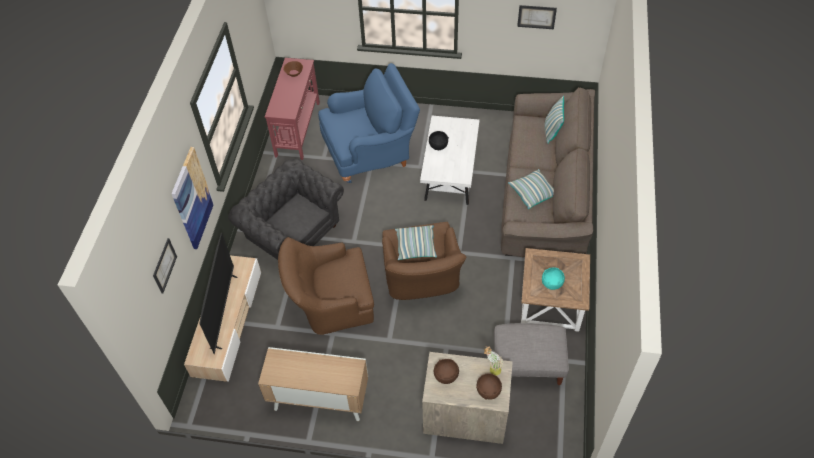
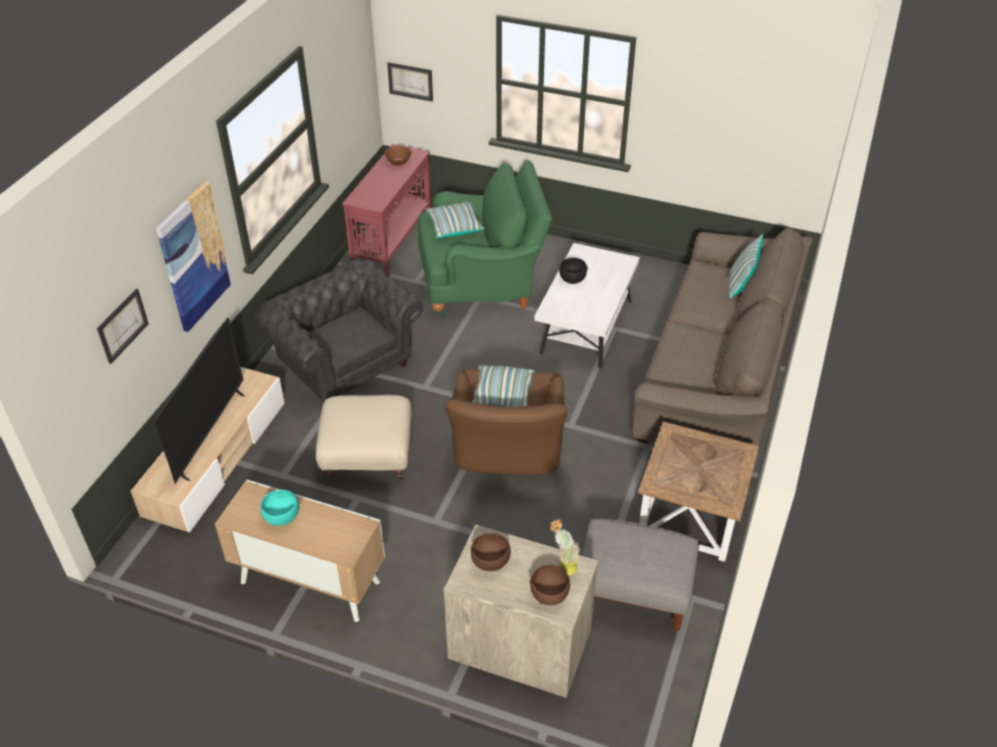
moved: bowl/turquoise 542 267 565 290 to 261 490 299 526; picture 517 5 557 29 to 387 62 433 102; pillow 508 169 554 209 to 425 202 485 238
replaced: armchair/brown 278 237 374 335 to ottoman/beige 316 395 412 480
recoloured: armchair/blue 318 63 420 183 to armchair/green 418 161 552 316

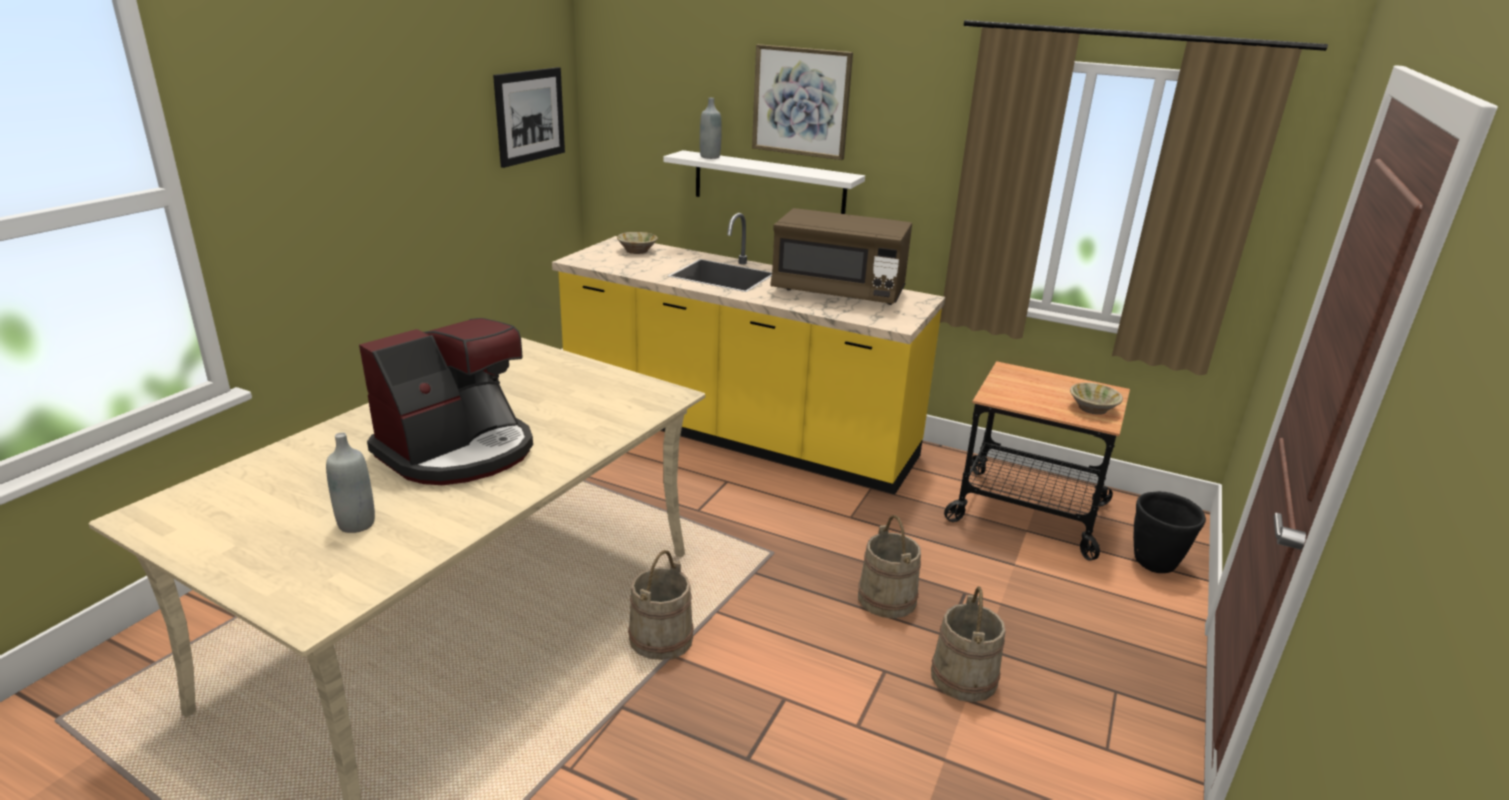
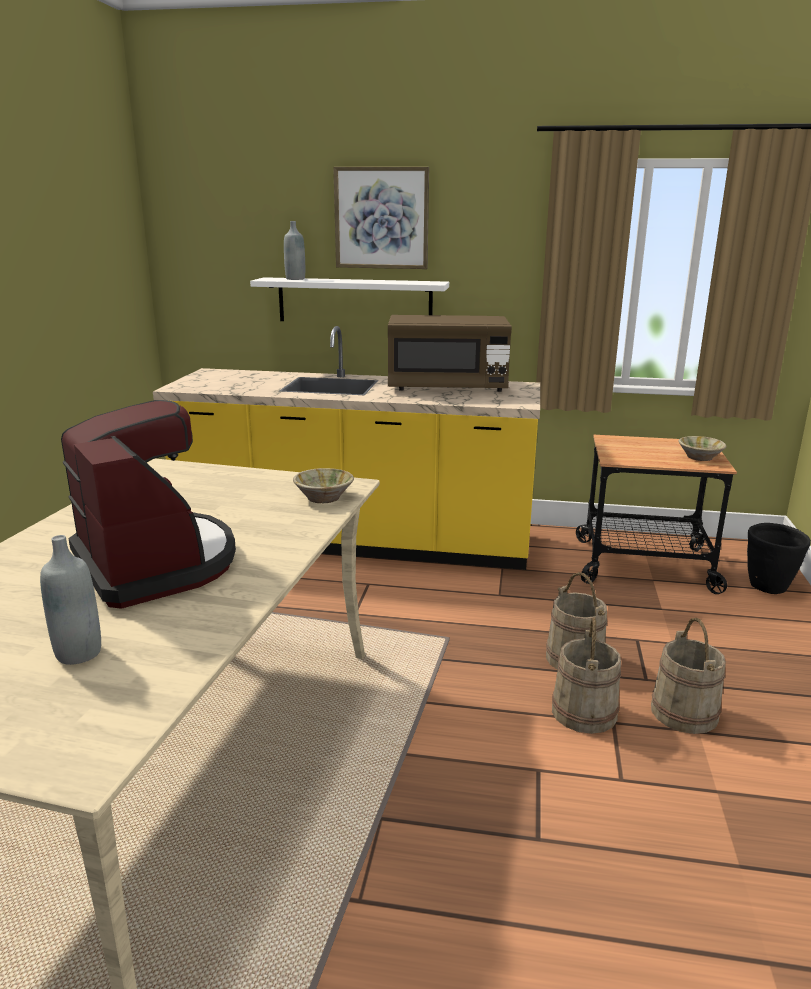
removed: picture 493 67 565 168
moved: bowl/beige 617 232 658 254 to 293 468 354 503; bucket/beige 628 550 694 660 to 552 617 621 734
turned: coffee machine 359 318 533 485 = 61 400 236 609 60 degrees counterclockwise

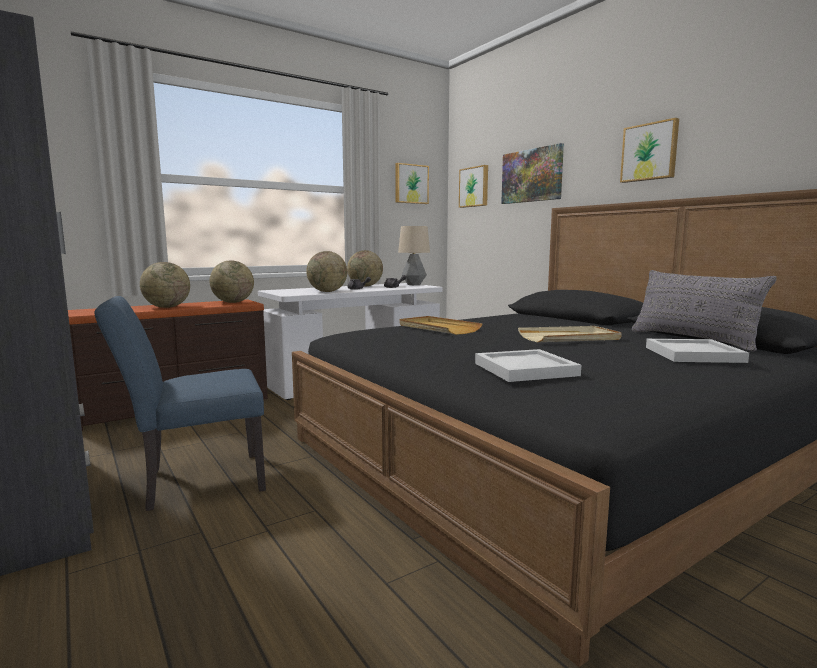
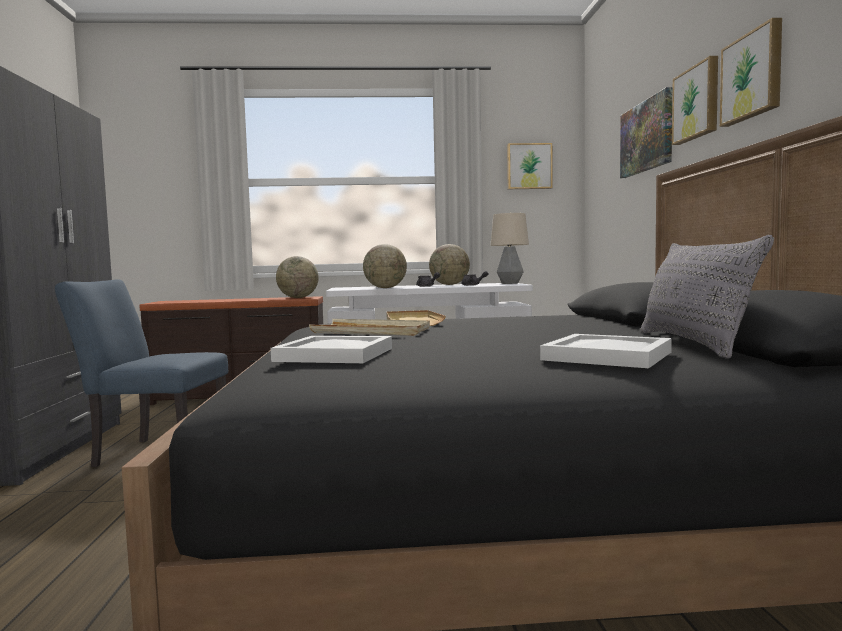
removed: globe 140 262 190 308
moved: tray/beige 518 326 622 342 to 309 319 430 336; picture 459 165 488 208 to 672 56 718 145

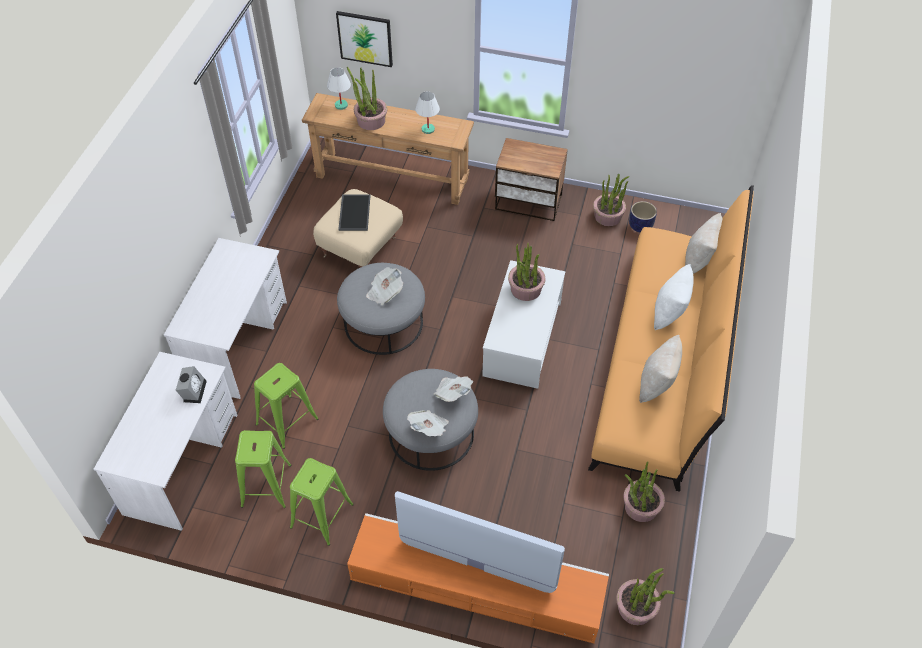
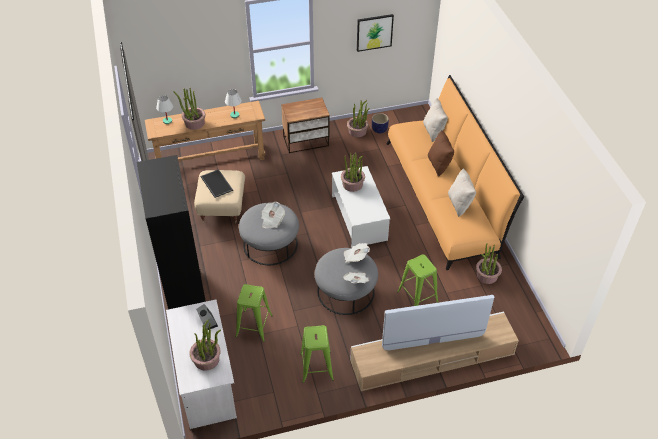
moved: potted plant 616 568 674 625 to 189 319 221 371; picture 336 11 393 67 to 357 14 394 52; stool/green 235 430 291 508 to 397 255 439 306
replaced: desk/white 164 238 287 399 to bookcase/black 137 155 206 309
recoloured: tv stand/orange 347 513 609 644 to tv stand/beige 350 311 519 391; pillow/white 654 264 694 330 to pillow/brown 428 130 454 177

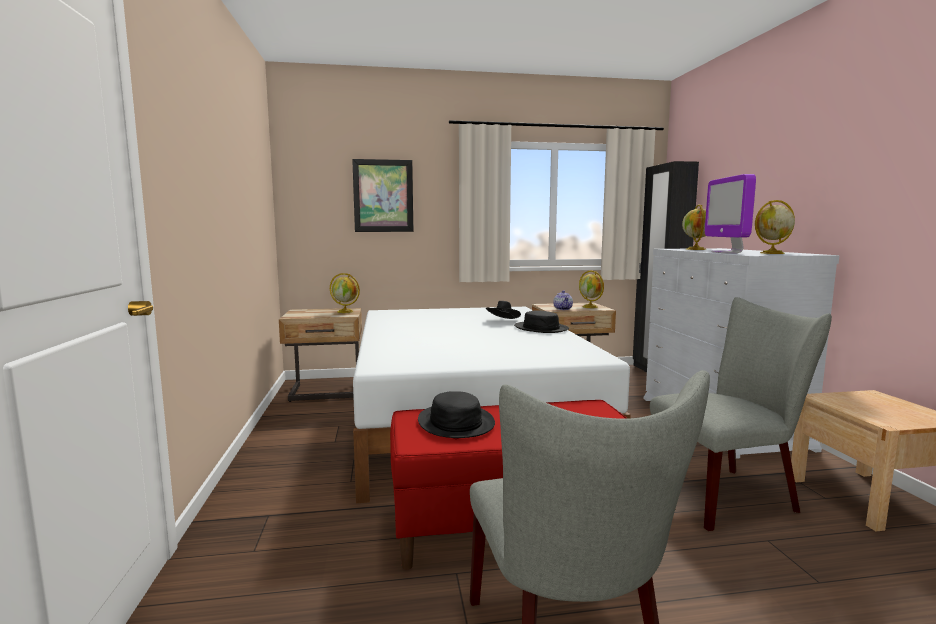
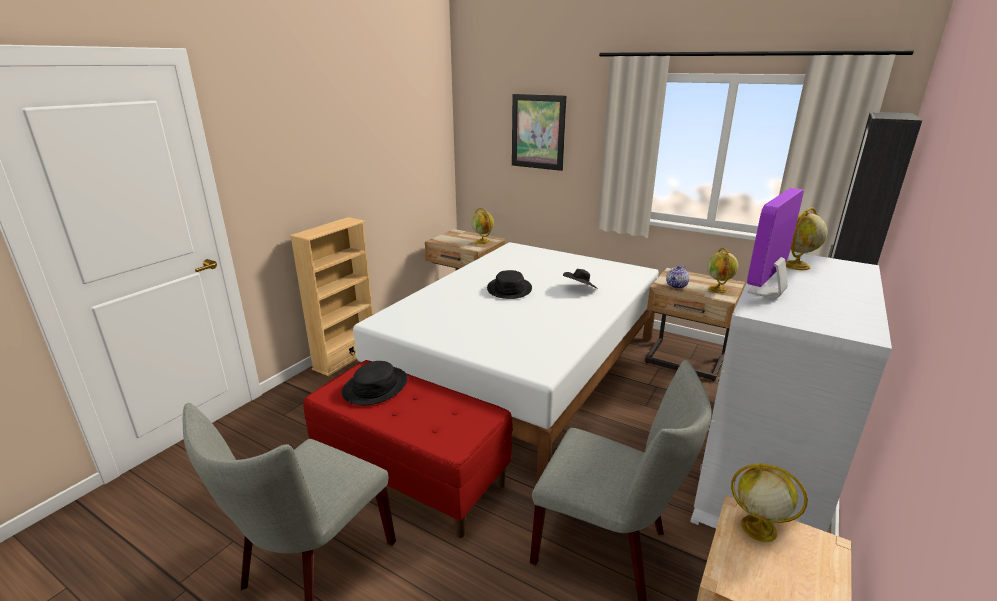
added: bookcase/beige 289 217 373 376
moved: hat/black 514 310 569 333 to 487 270 532 299; globe 755 200 795 254 to 731 463 808 542

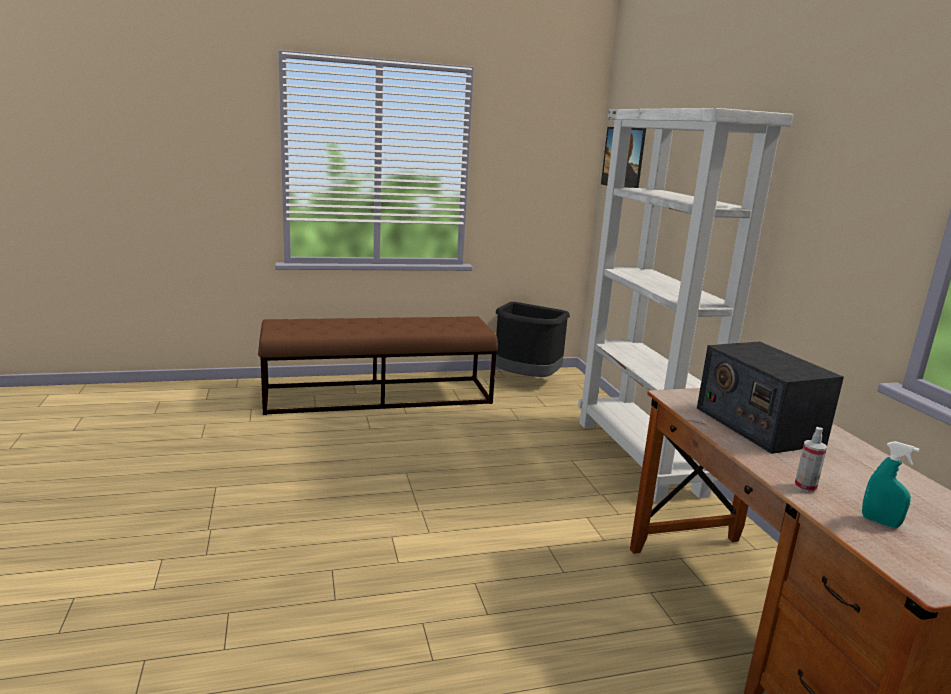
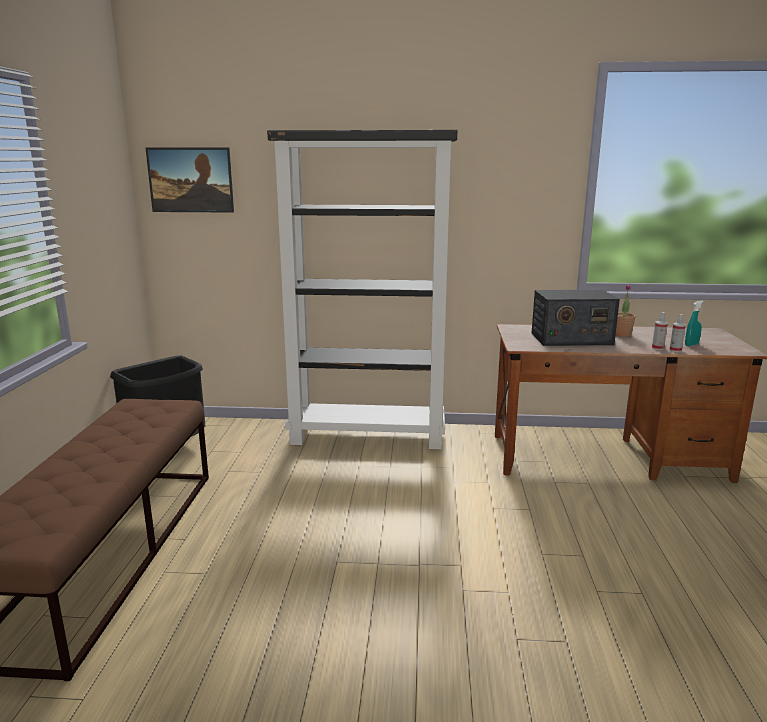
added: potted plant 615 284 636 337; spray bottle 669 314 686 352
recoloured: bookcase/white 578 108 793 503 to bookcase/black 267 130 457 449

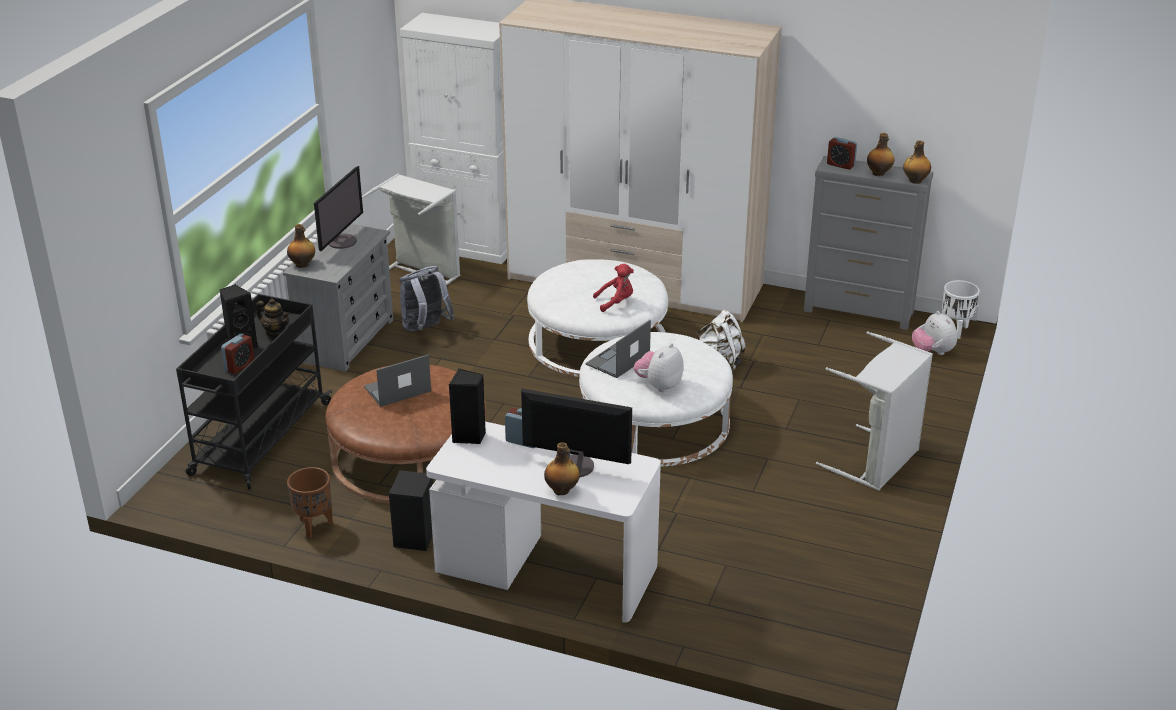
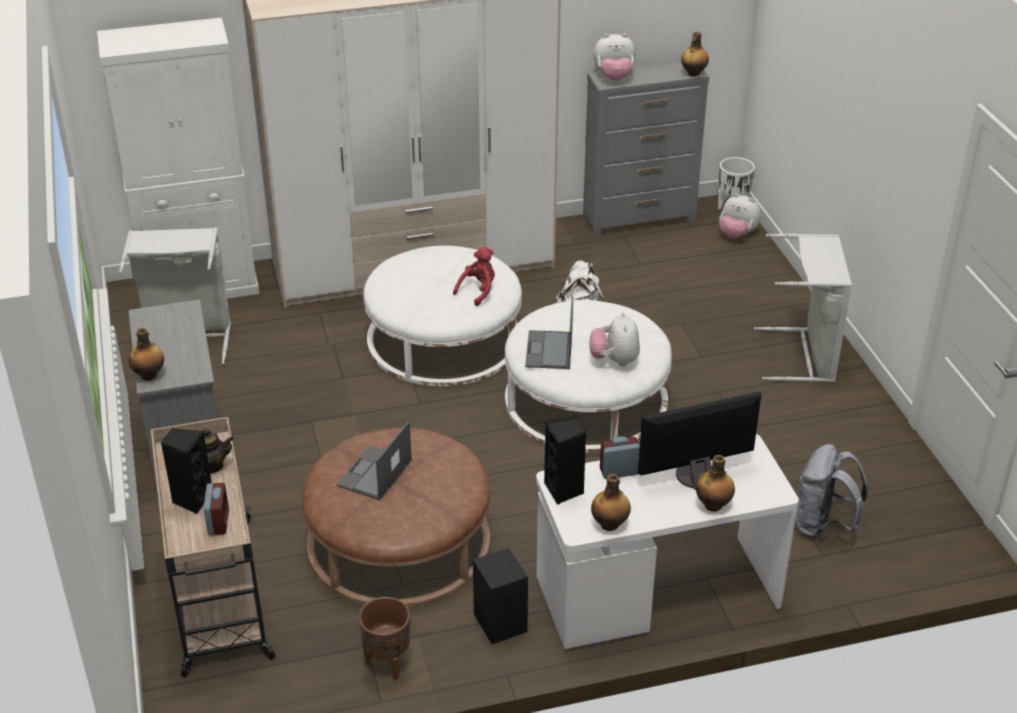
removed: monitor 314 166 363 251
moved: bottle 867 133 894 176 to 591 474 631 531; backpack/grey 399 266 455 332 to 796 444 868 538
replaced: alarm clock 827 137 857 170 to plush toy 594 33 635 81
recoloured: cart/black 176 294 333 490 to cart/beige 150 417 275 677

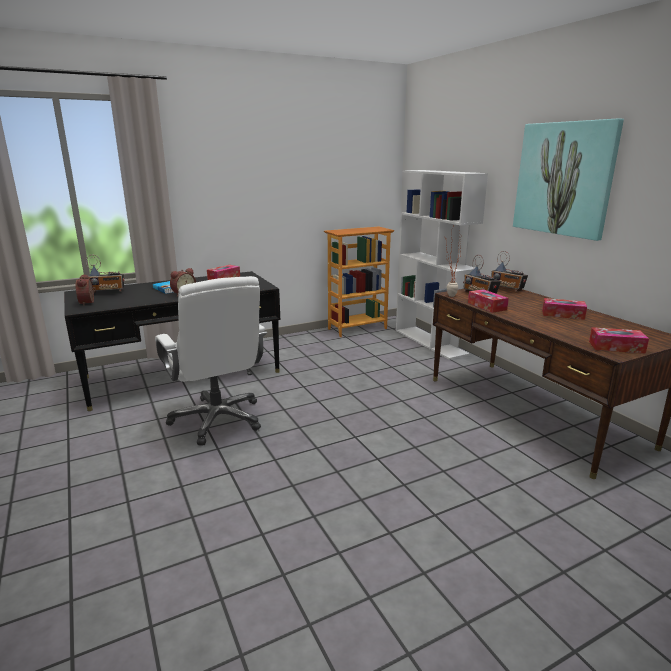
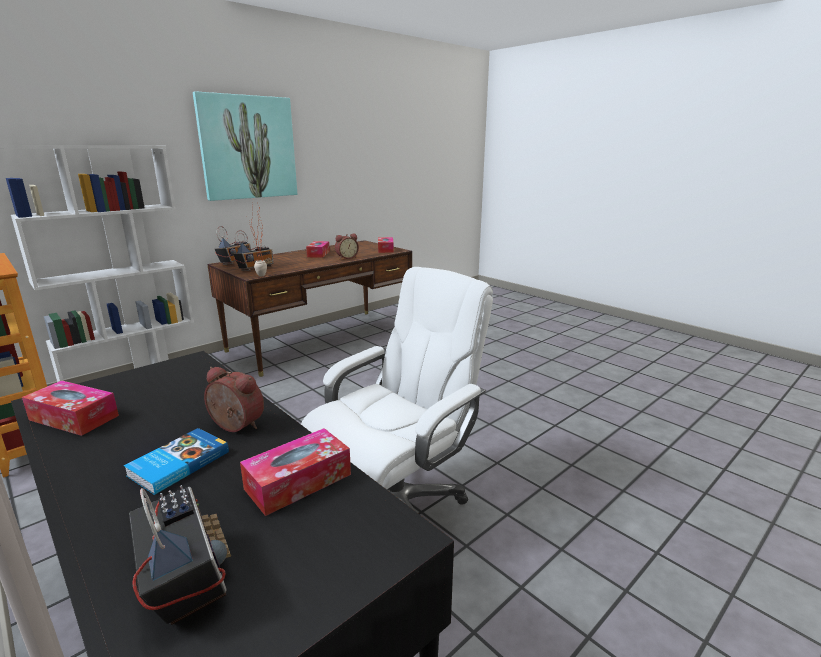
moved: tissue box 468 289 509 313 to 240 428 351 516; alarm clock 76 274 96 306 to 335 234 359 259

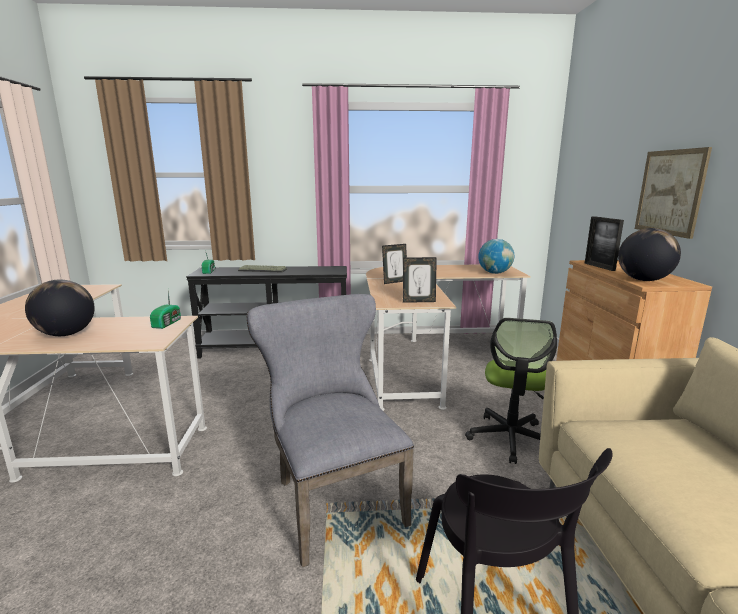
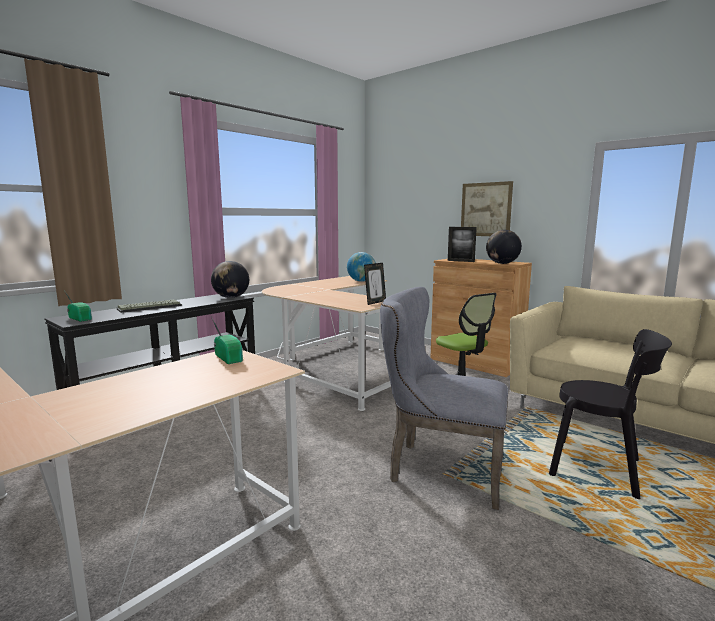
removed: picture frame 382 244 407 284
moved: globe 25 280 95 336 to 211 261 249 298

